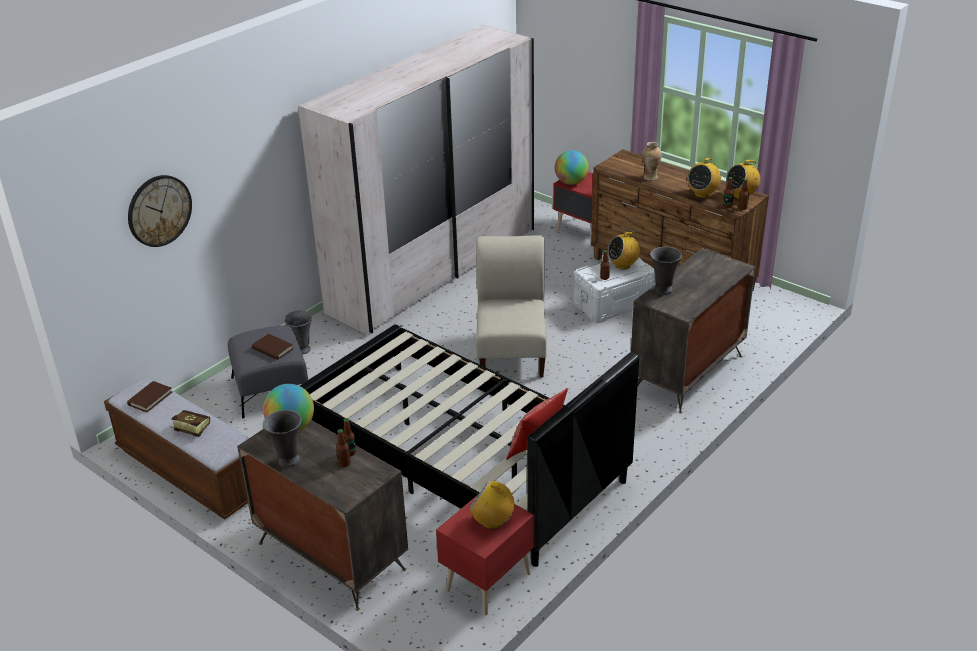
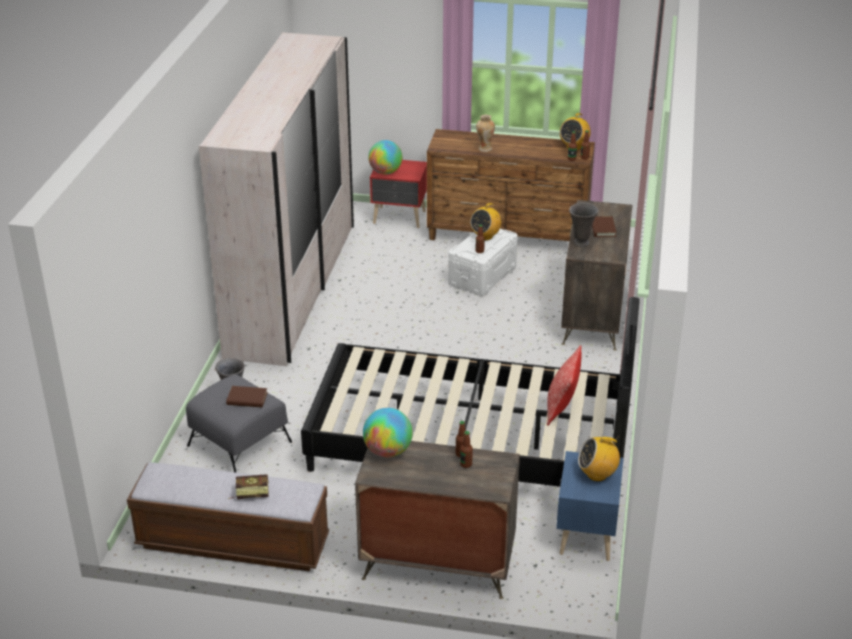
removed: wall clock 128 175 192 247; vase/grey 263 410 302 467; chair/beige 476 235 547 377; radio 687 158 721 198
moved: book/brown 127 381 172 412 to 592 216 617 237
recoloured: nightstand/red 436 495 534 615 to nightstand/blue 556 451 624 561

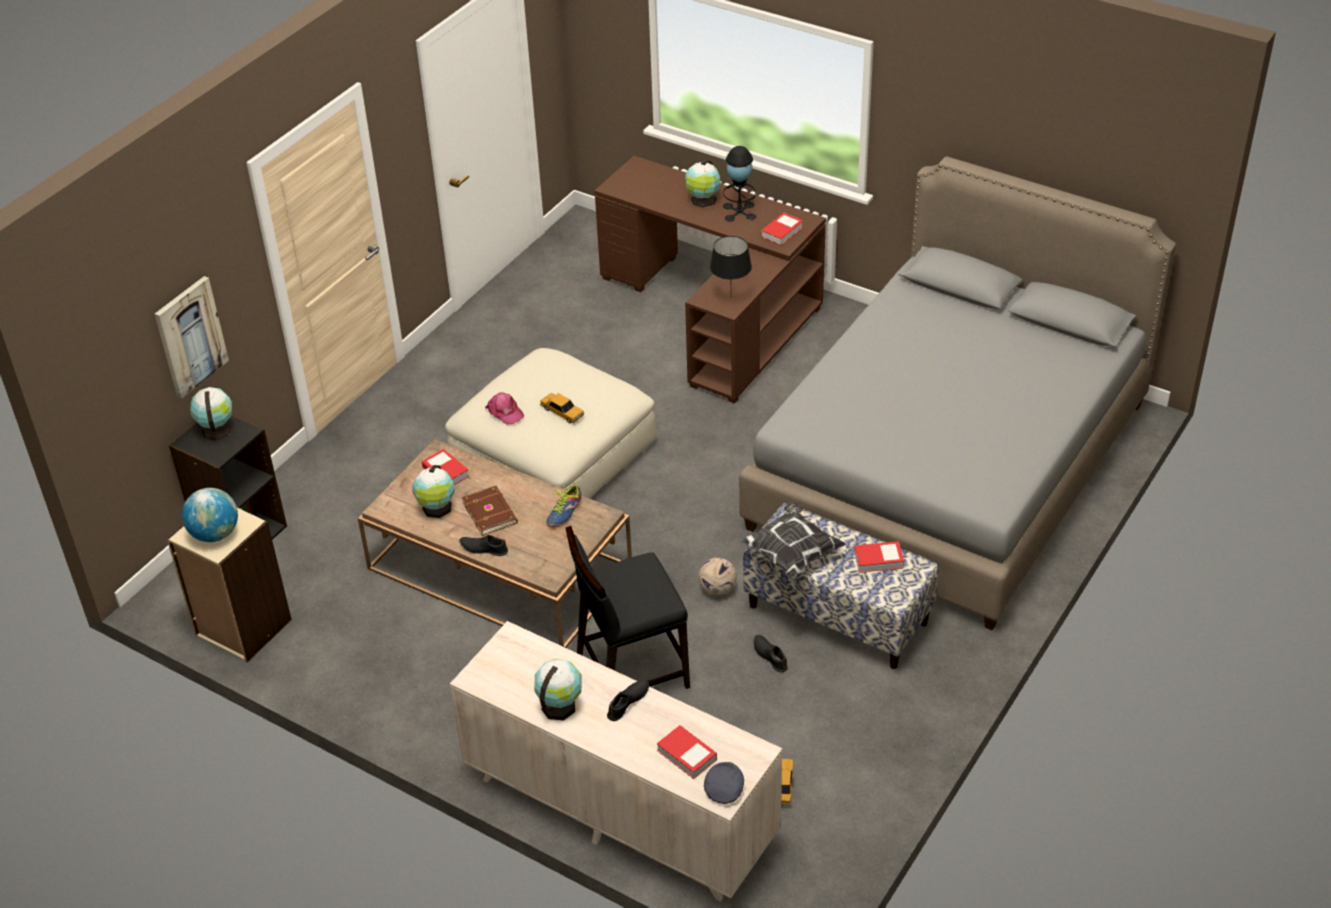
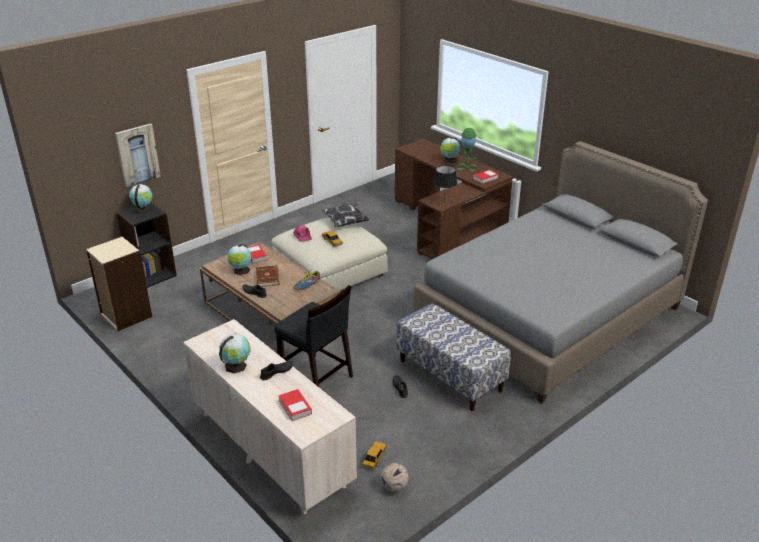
removed: globe 182 488 238 542; cap/grey 704 762 744 804; book 854 541 904 573
moved: pillow 739 502 846 581 to 322 202 370 227; football 699 558 737 595 to 380 463 409 492
recoloured: table lamp/black 723 146 756 222 to table lamp/green 457 128 477 172
turned: chair/black 566 526 690 689 = 275 285 353 387 135 degrees counterclockwise

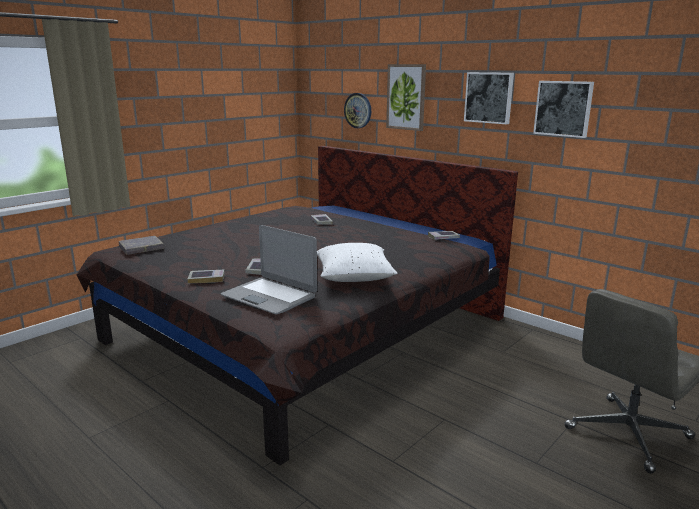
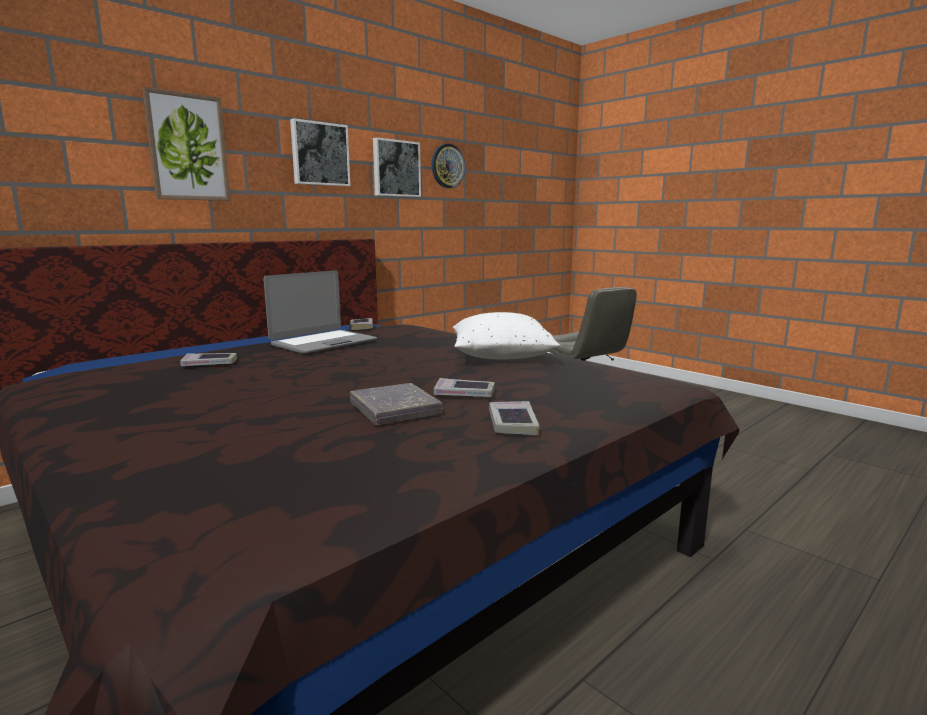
moved: laptop 221 225 317 314 to 264 270 377 353; book/grey 119 236 164 255 to 350 383 443 425; wall clock 344 93 371 128 to 432 144 465 188

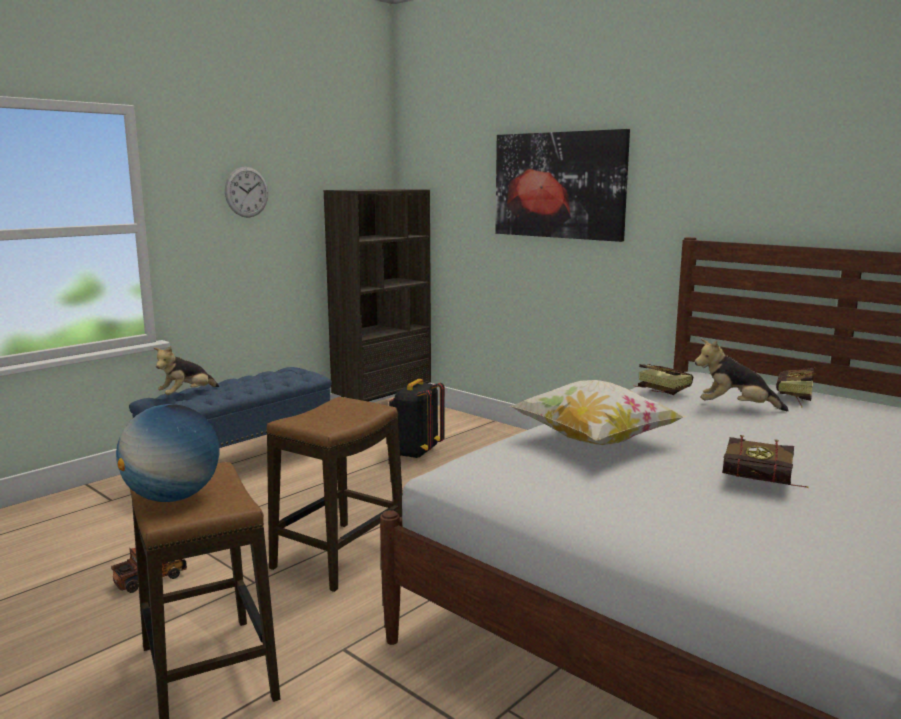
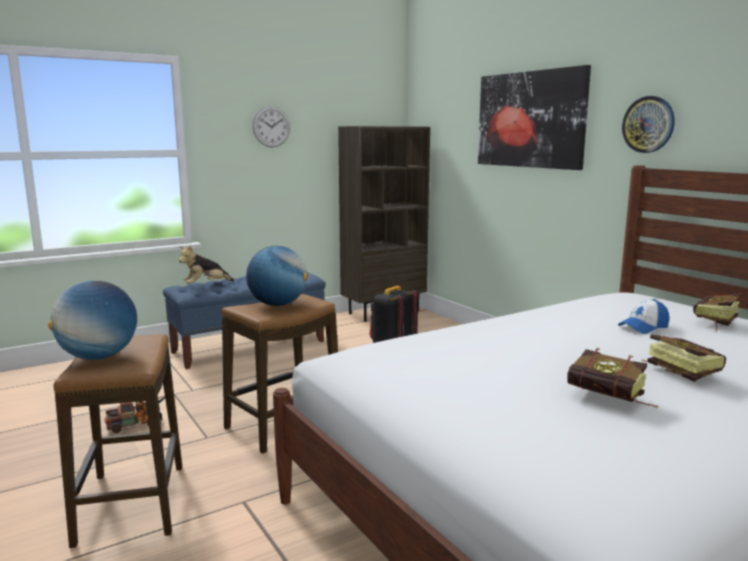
removed: pillow 510 380 687 445
added: globe 246 246 307 306; wall clock 622 96 675 153
moved: book 632 364 693 395 to 641 335 726 382
replaced: plush toy 695 339 789 412 to cap 618 299 669 334

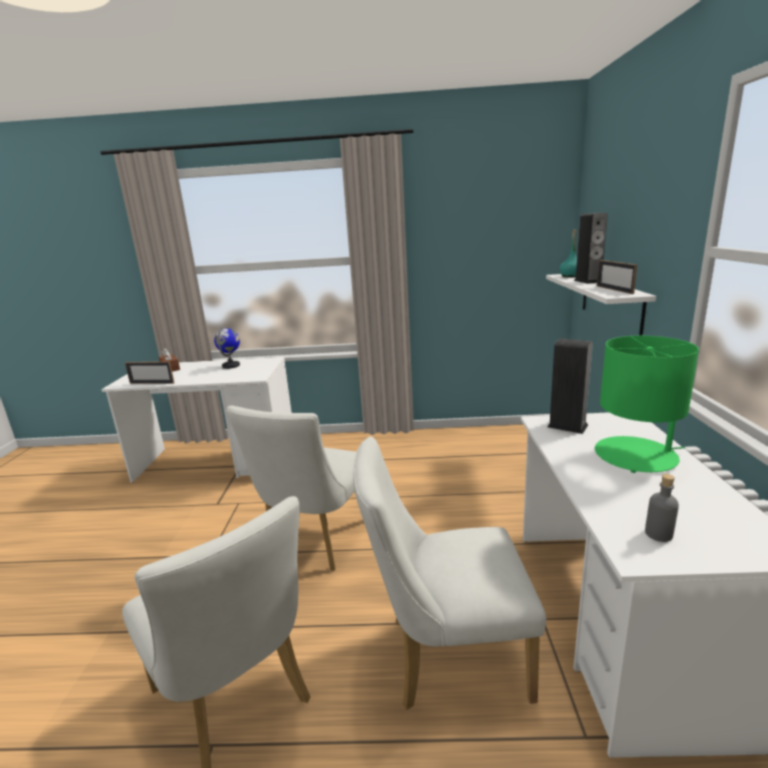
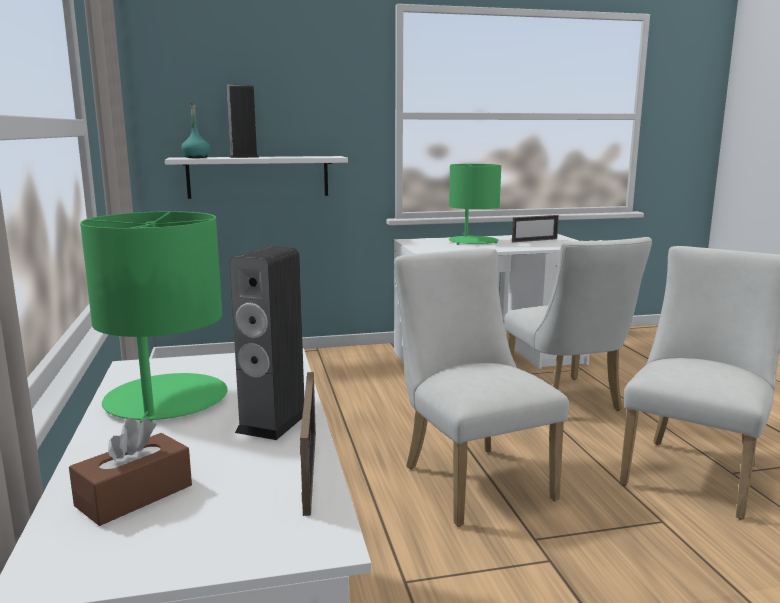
removed: bottle/grey 645 474 679 542
moved: speaker 547 338 593 434 to 230 246 304 440; picture frame 597 260 637 294 to 512 215 559 242
replaced: globe 214 327 240 369 to table lamp/green 80 211 228 423
turned: chair/white 226 406 356 571 = 394 249 569 527 120 degrees counterclockwise

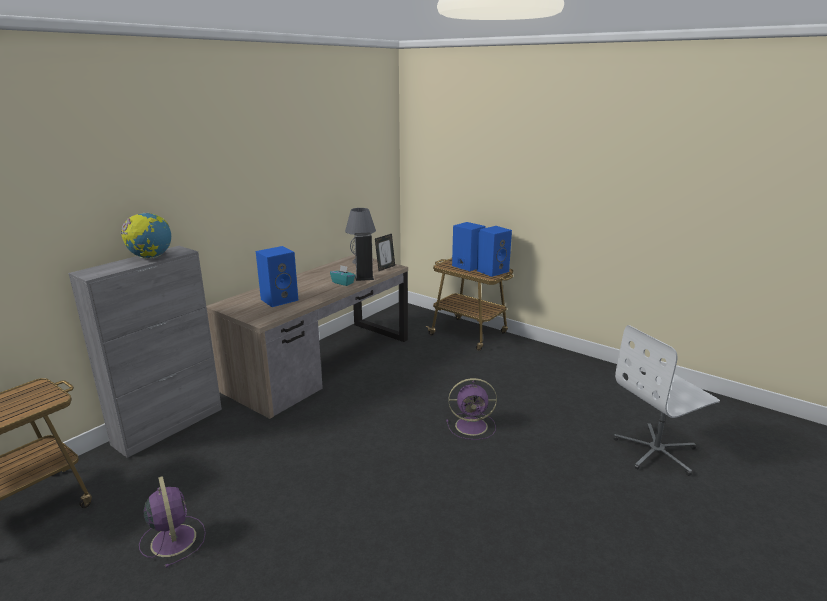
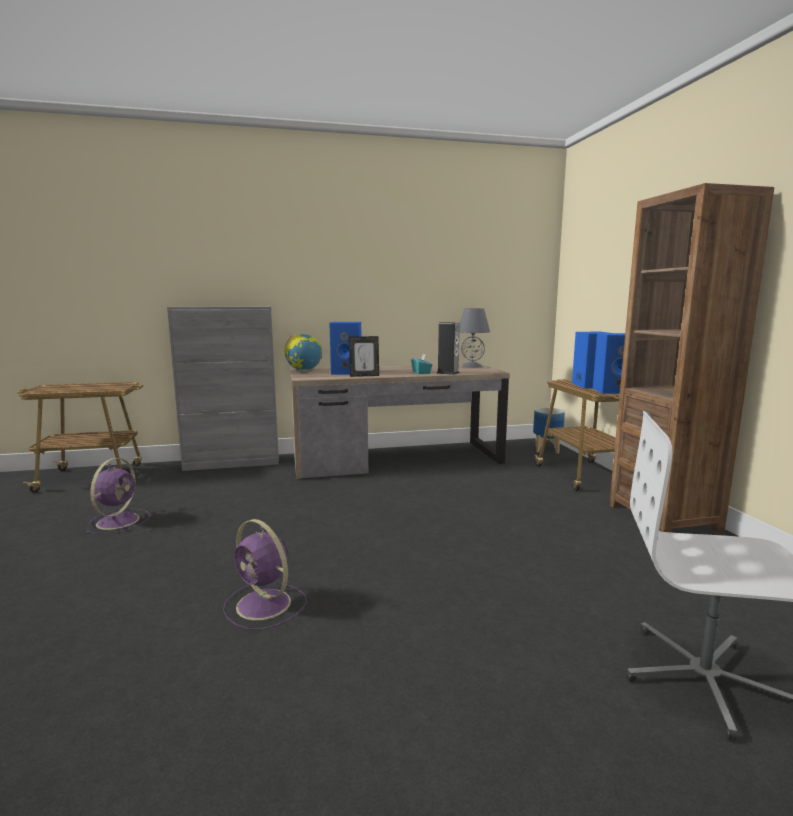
added: planter 533 407 565 454; bookcase/brown 609 183 774 533
moved: fan/purple 446 378 497 440 to 223 519 307 630; globe 121 212 171 259 to 284 334 322 372; picture frame 375 234 395 271 to 349 336 379 377

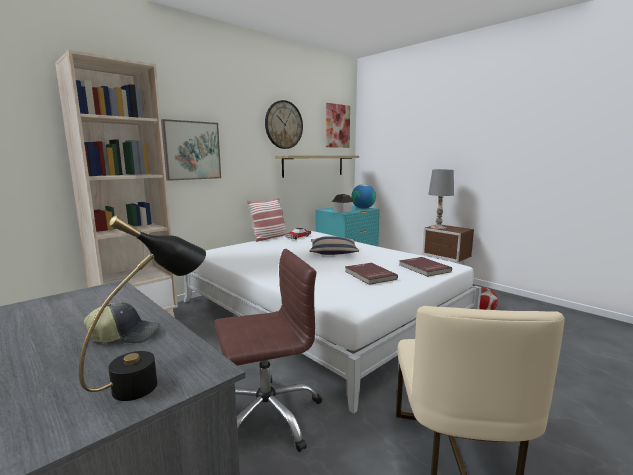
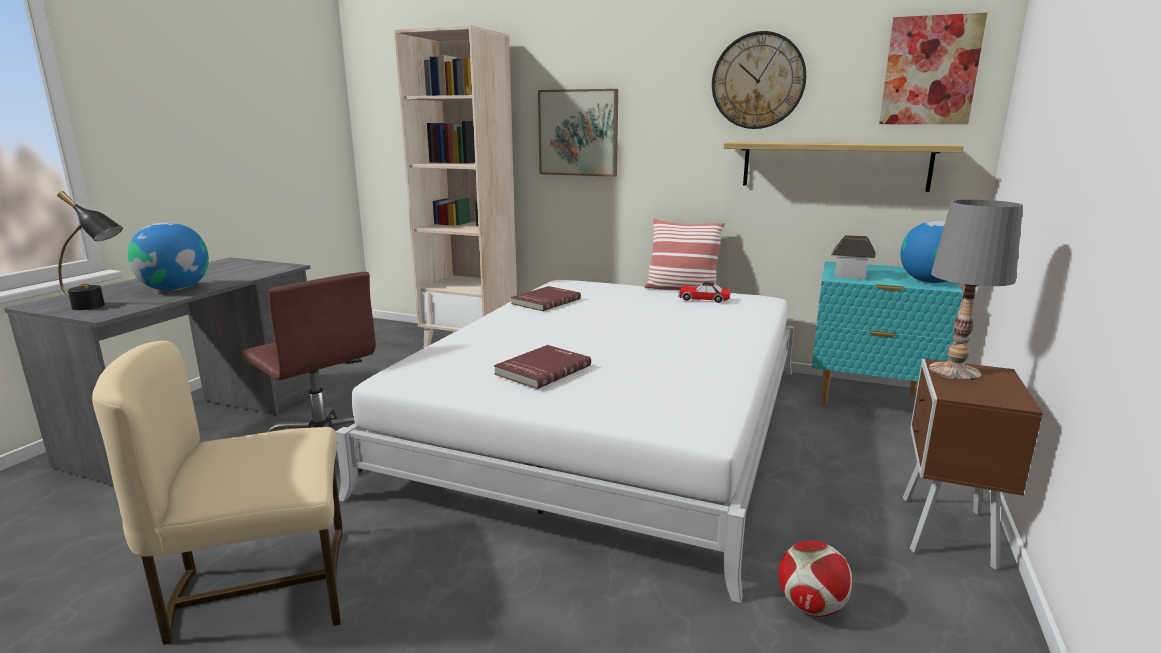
removed: pillow 310 236 359 255
moved: book/red 399 257 452 277 to 511 286 581 311
replaced: cap 84 302 160 343 to globe 128 222 209 291

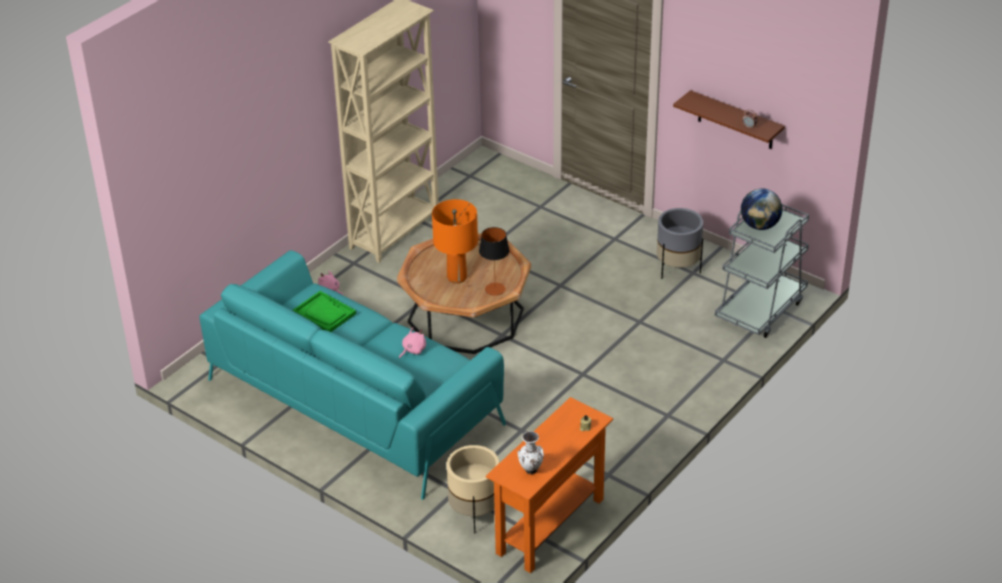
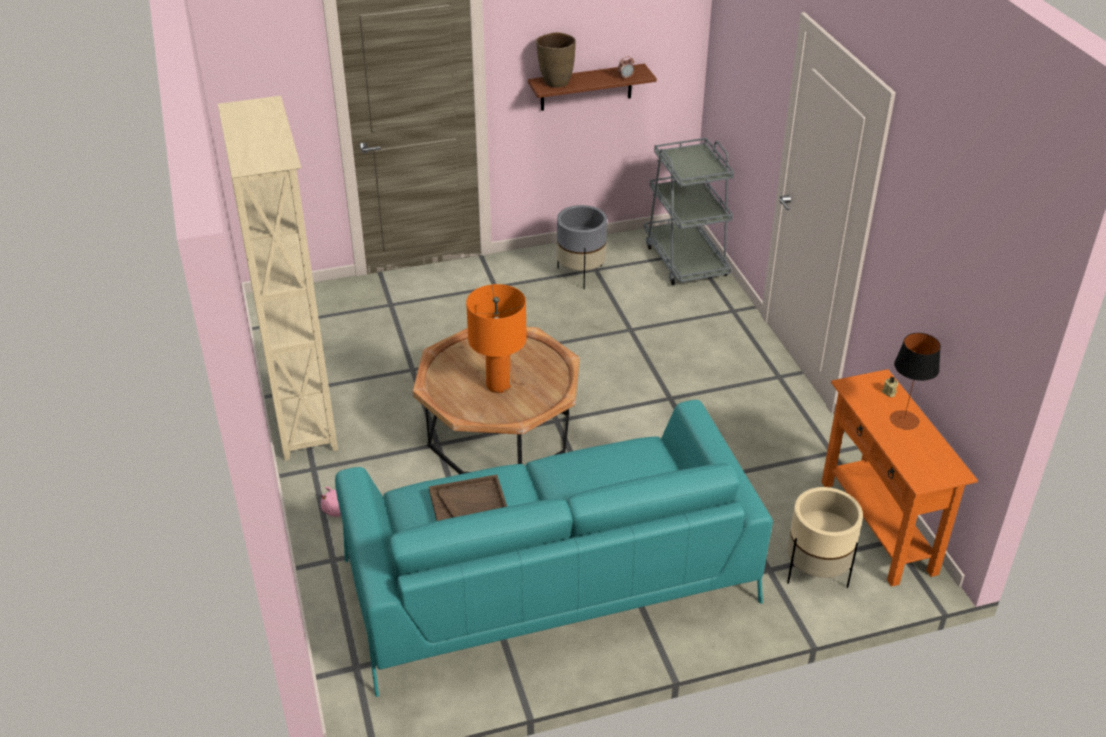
removed: plush toy/pink 399 328 426 359; vase/white 517 431 544 474; globe 741 188 782 230
added: vase/brown 536 32 576 88
moved: table lamp 479 227 510 296 to 890 333 941 430
recoloured: tray/green 293 291 356 332 to tray/brown 429 474 507 521

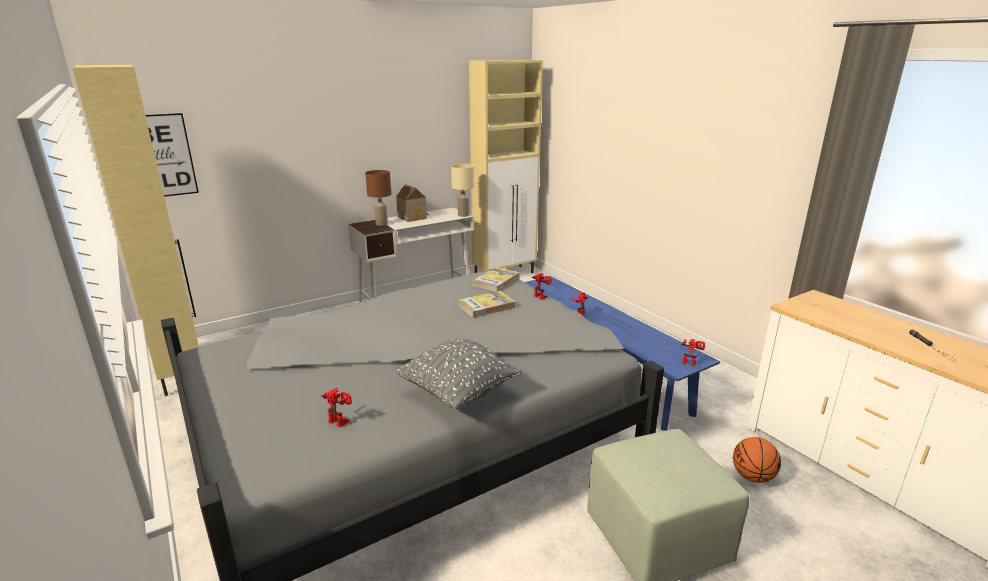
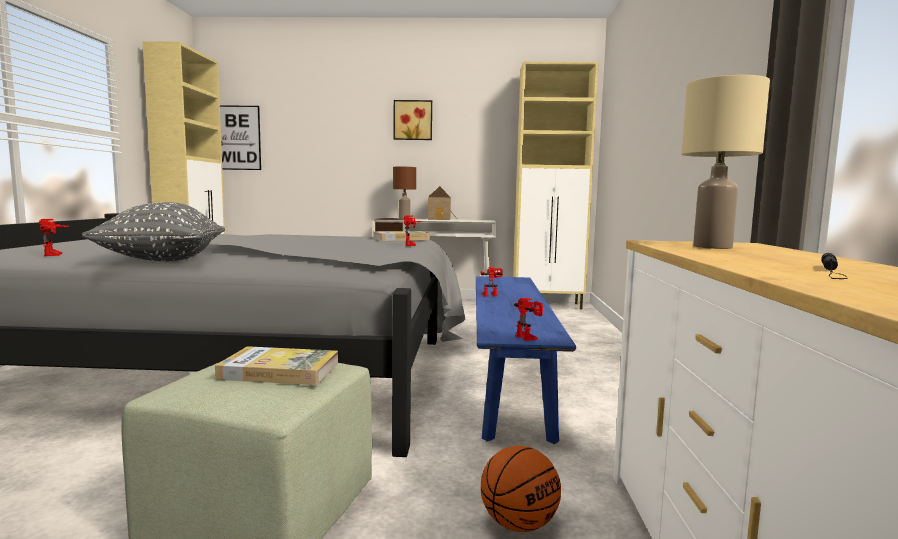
added: picture 394 100 432 140
moved: book 459 291 516 318 to 215 346 338 385; table lamp/beige 451 164 474 217 to 681 75 770 249

